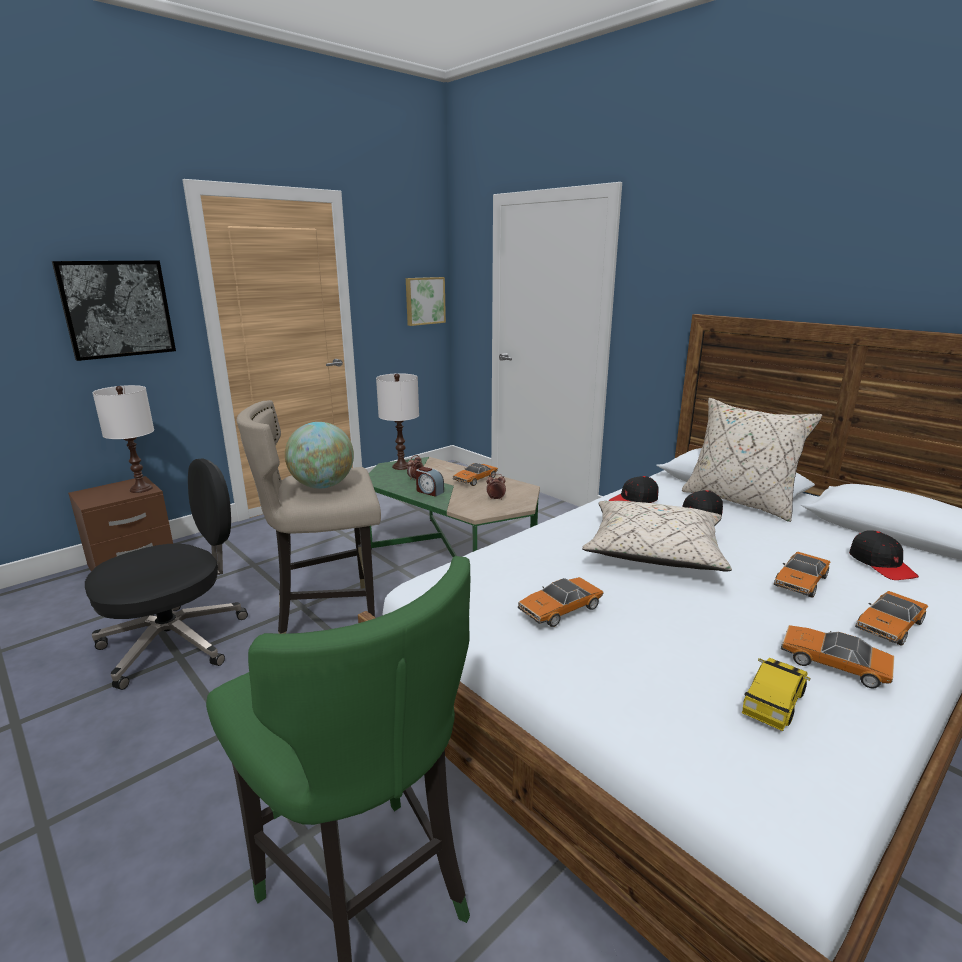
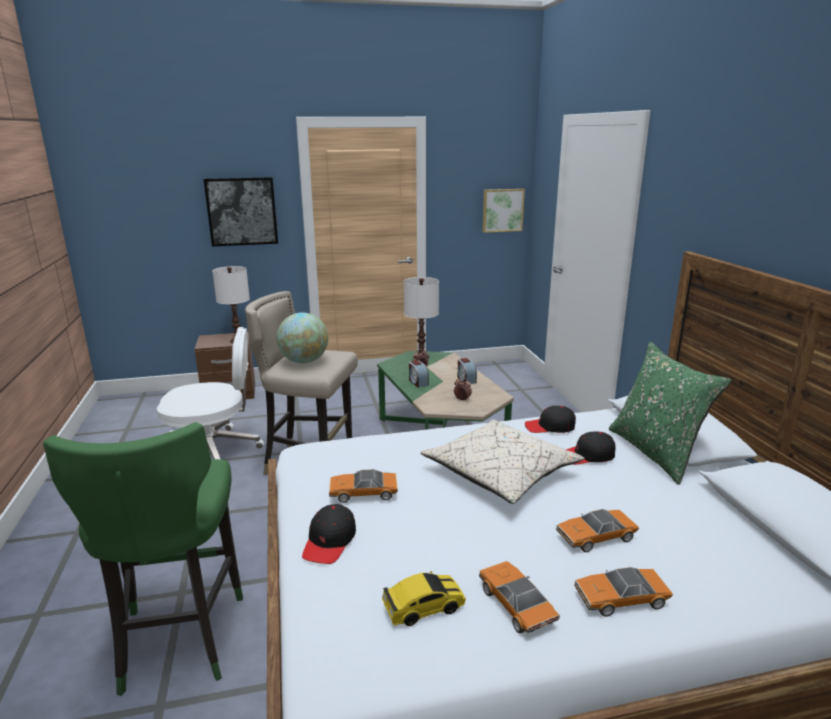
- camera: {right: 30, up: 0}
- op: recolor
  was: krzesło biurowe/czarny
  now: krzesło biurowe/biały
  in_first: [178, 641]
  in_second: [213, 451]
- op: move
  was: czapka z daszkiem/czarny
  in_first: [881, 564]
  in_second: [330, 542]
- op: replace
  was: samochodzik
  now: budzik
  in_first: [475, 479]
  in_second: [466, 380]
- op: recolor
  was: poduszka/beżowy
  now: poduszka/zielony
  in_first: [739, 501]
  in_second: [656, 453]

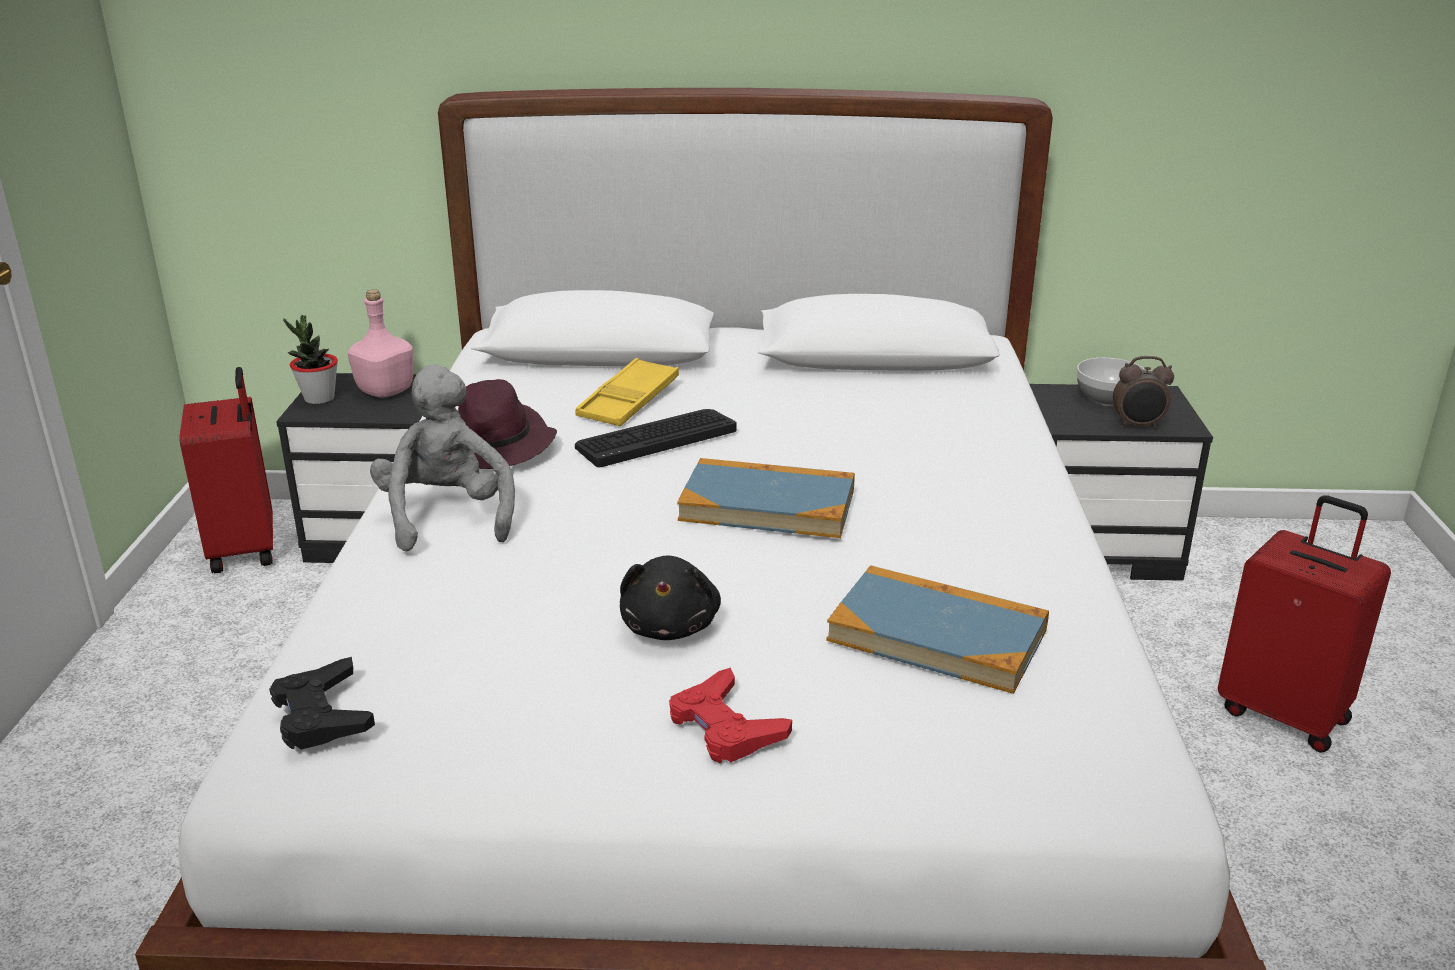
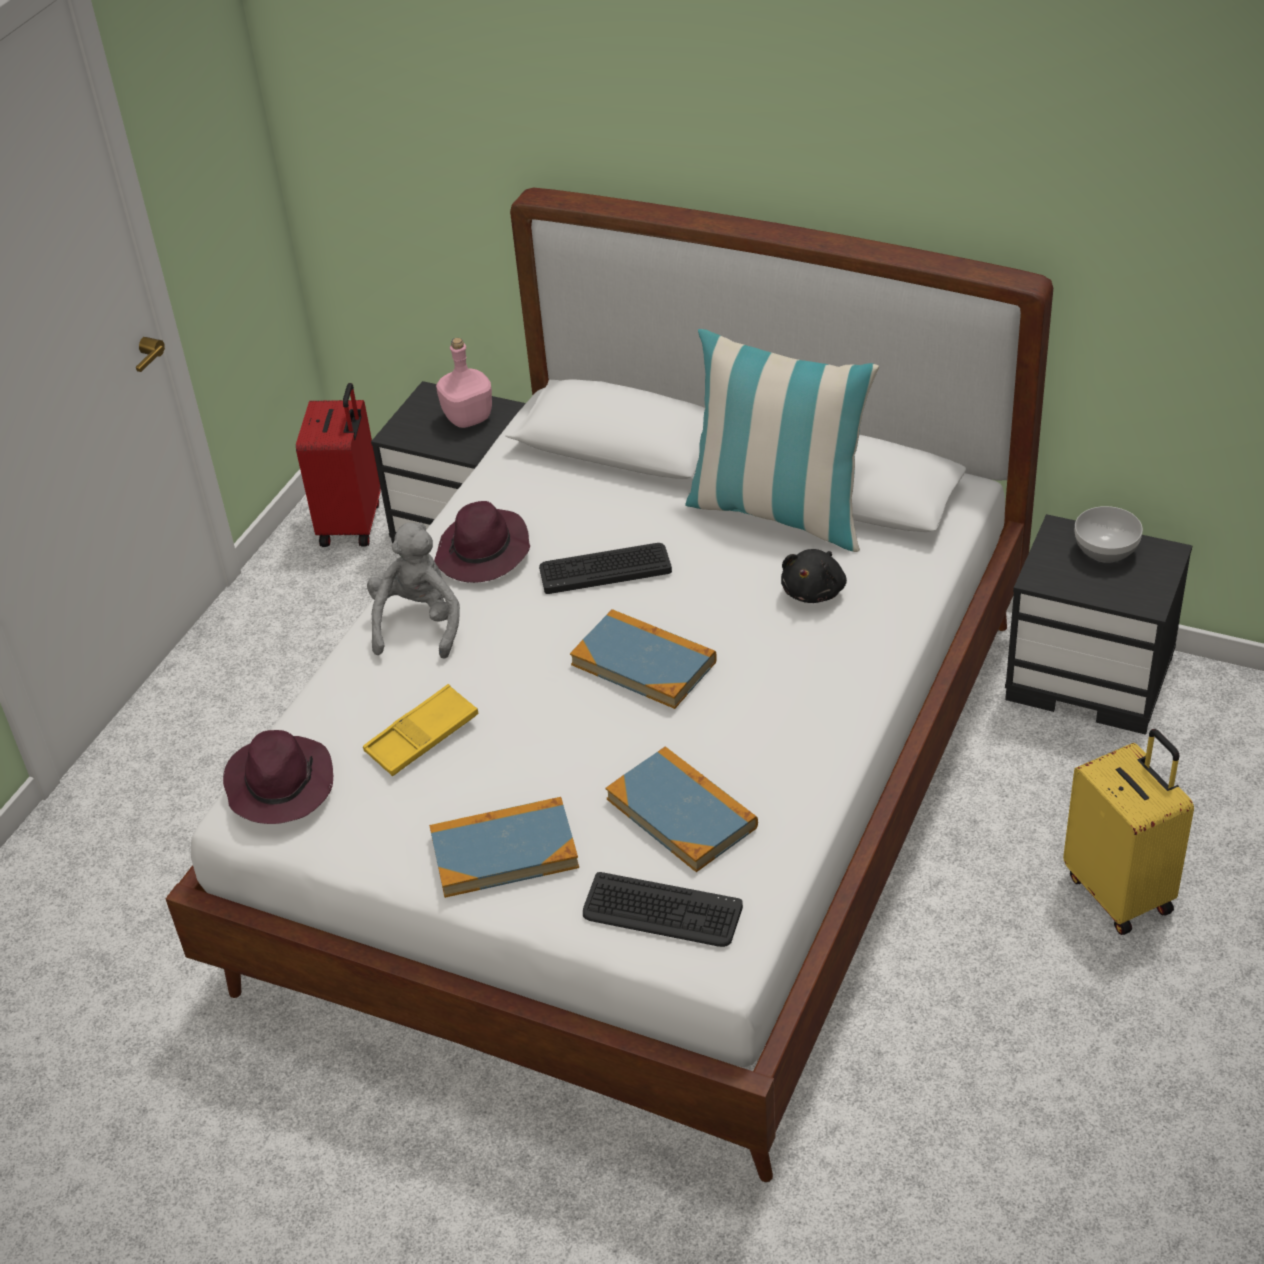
- camera: {right: 25, up: 15}
- op: replace
  was: pad do gier/czarny
  now: kapelusz/fioletowy
  in_first: [322, 714]
  in_second: [279, 784]
- op: move
  was: taca/żółty
  in_first: [629, 401]
  in_second: [422, 737]
- op: replace
  was: pad do gier/czerwony
  now: książka
  in_first: [725, 727]
  in_second: [504, 851]
- op: insert
  now: klawiatura
  in_second: [662, 912]
- op: insert
  now: poduszka
  in_second: [779, 512]
- op: move
  was: pluszak/czarny
  in_first: [670, 626]
  in_second: [815, 591]
- op: recolor
  was: walizka/czerwony
  now: walizka/żółty
  in_first: [1284, 714]
  in_second: [1121, 892]
- op: delete
  was: roślina doniczkowa
  in_first: [319, 398]
- op: delete
  was: budzik
  in_first: [1137, 426]

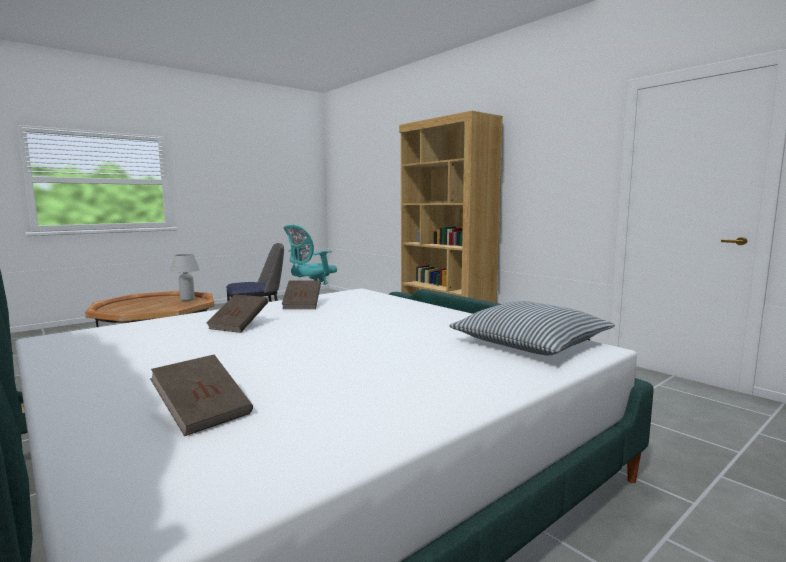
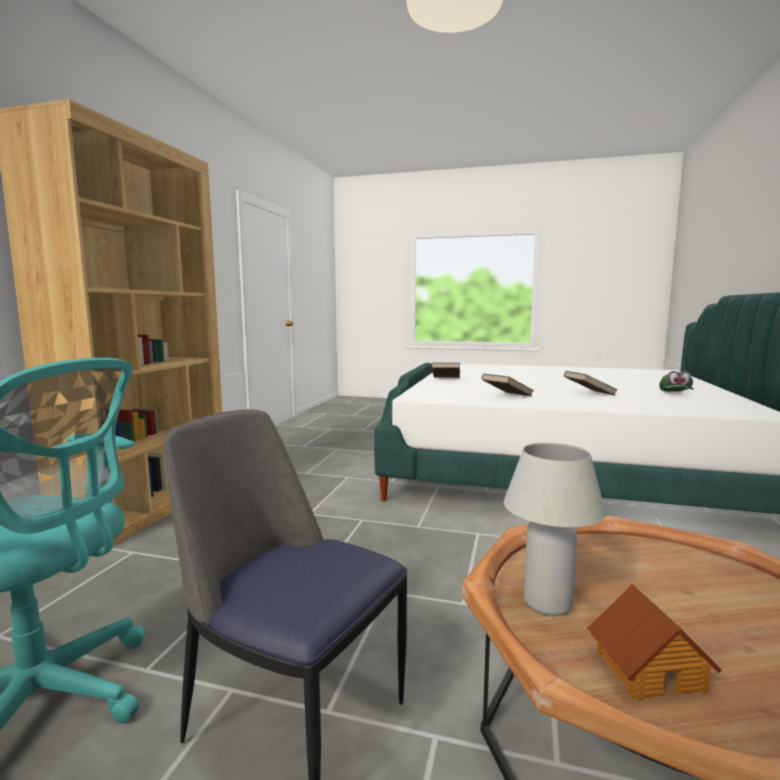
- camera: {right: -125, up: 0}
- op: move
  was: książka/brązowy
  in_first: [203, 413]
  in_second: [445, 379]
- op: insert
  now: domek
  in_second: [648, 669]
- op: insert
  now: czapka z daszkiem/zielony
  in_second: [675, 394]
- op: delete
  was: poduszka
  in_first: [530, 343]

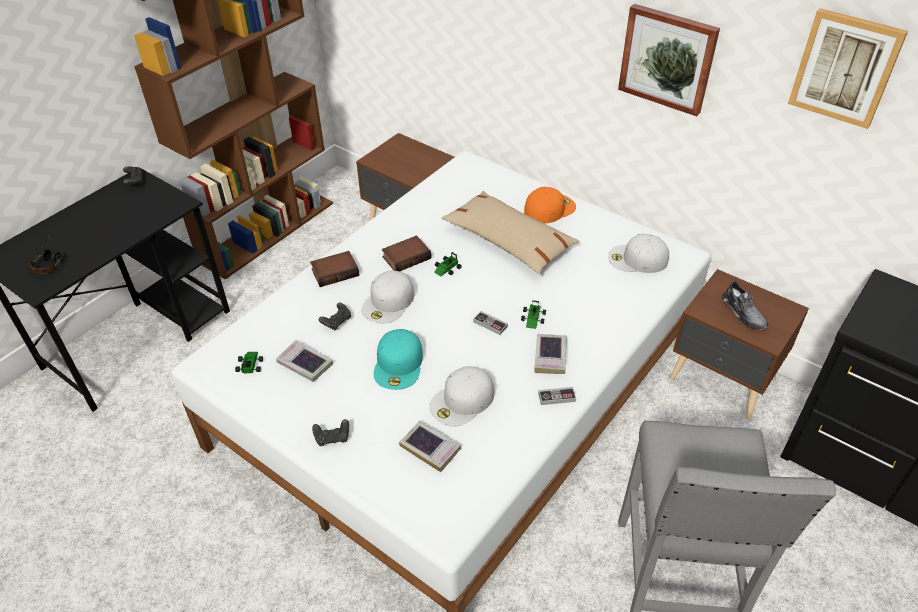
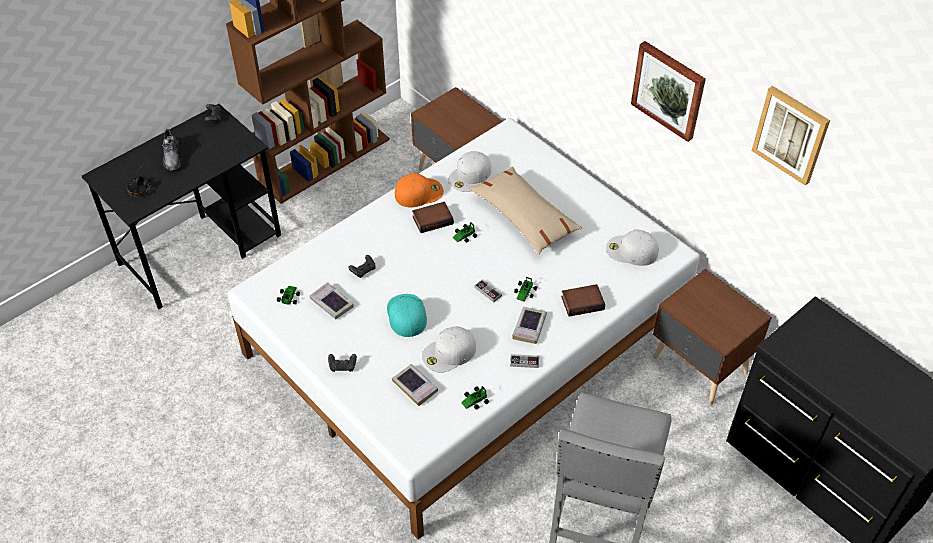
- camera: {right: 10, up: 5}
- op: move
  was: but/szary
  in_first: [743, 313]
  in_second: [172, 156]
- op: rotate
  was: czapka z daszkiem/turkusowy
  in_first: [399, 364]
  in_second: [406, 315]
  clockwise: 150
- op: move
  was: czapka z daszkiem/pomarańczowy
  in_first: [549, 208]
  in_second: [419, 192]
- op: move
  was: czapka z daszkiem/biały
  in_first: [389, 302]
  in_second: [470, 176]
- op: insert
  now: samochodzik
  in_second: [474, 400]
- op: move
  was: książka
  in_first: [335, 271]
  in_second: [582, 302]

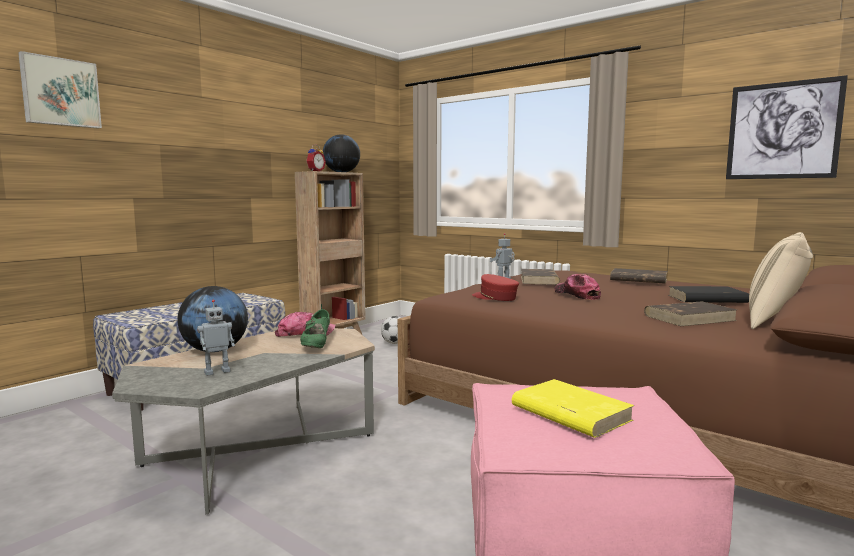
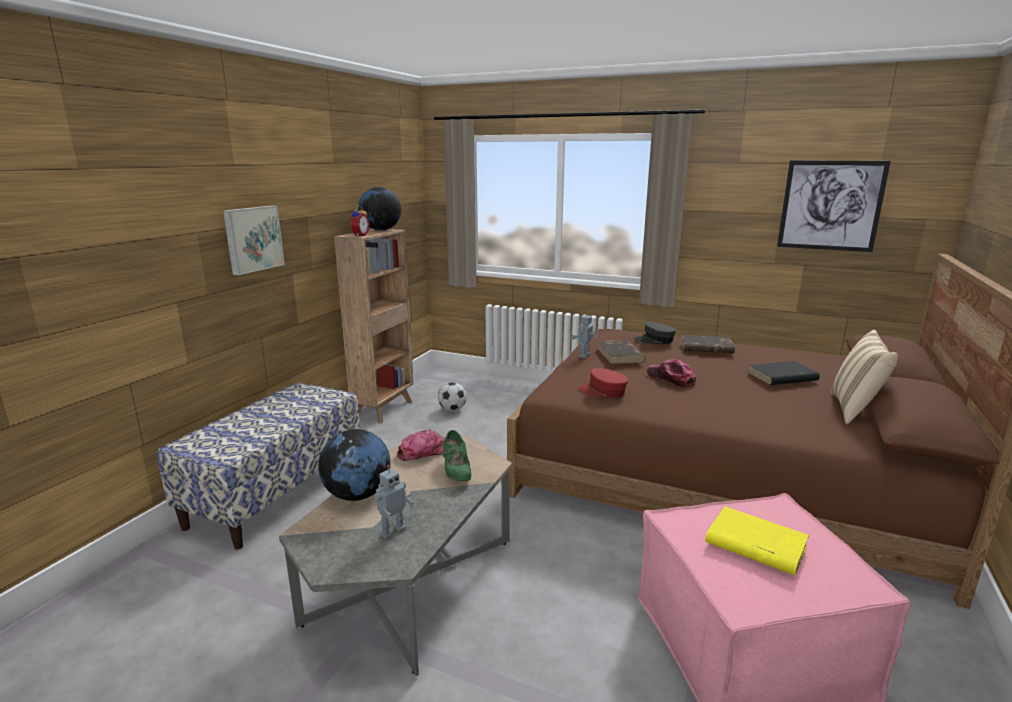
- camera: {right: -15, up: 10}
- op: move
  was: obraz
  in_first: [60, 92]
  in_second: [252, 239]
- op: insert
  now: czapka z daszkiem/szary
  in_second: [655, 340]
- op: delete
  was: książka/brązowy
  in_first: [690, 318]

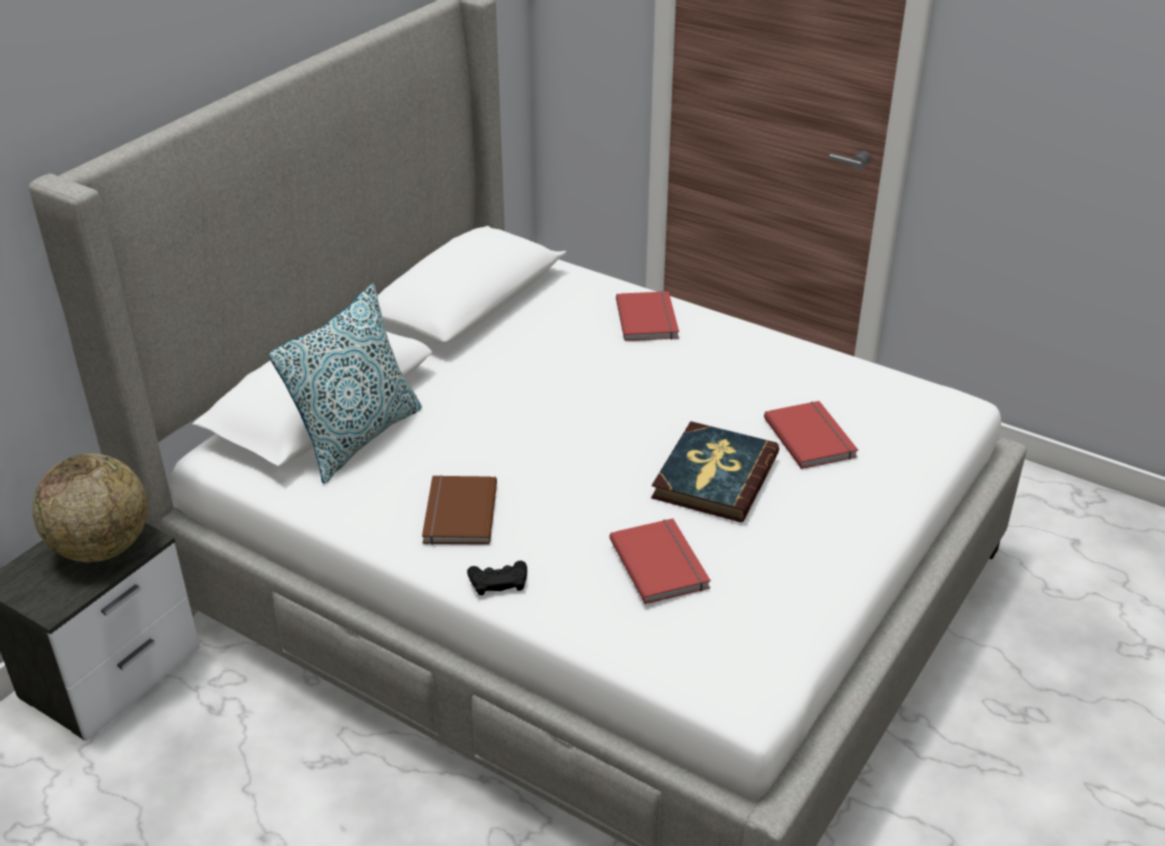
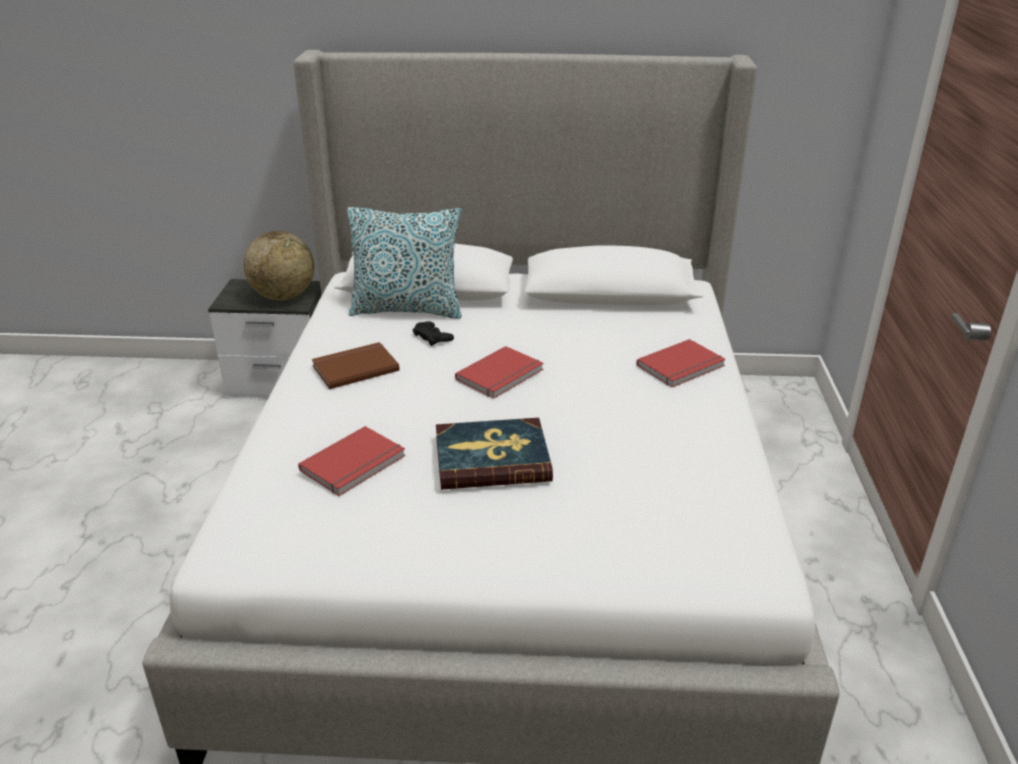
- camera: {right: 60, up: -5}
- op: move
  was: pad do gier/czarny
  in_first: [498, 581]
  in_second: [432, 337]
- op: move
  was: książka/czerwony
  in_first: [812, 437]
  in_second: [502, 375]

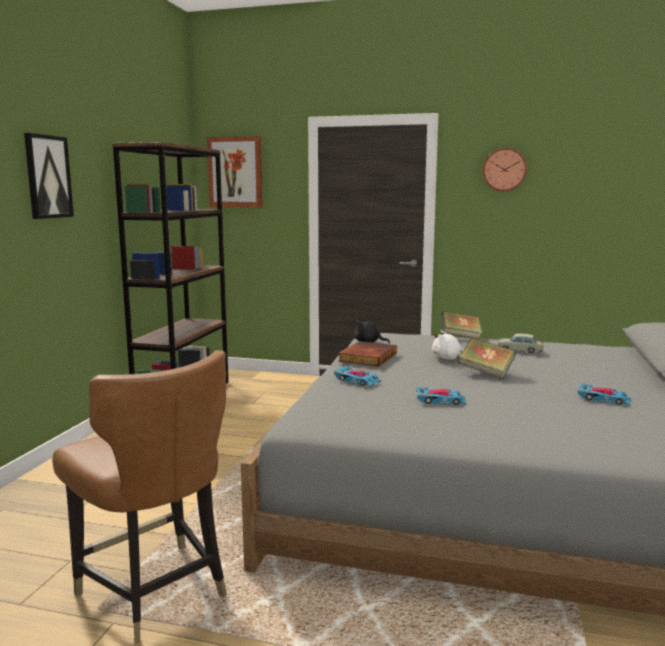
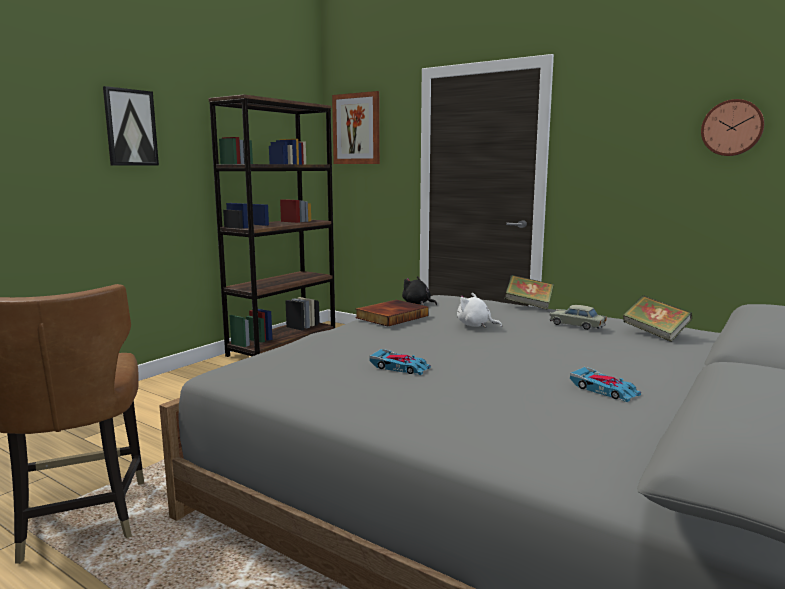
- camera: {right: 20, up: 0}
- op: move
  was: książka
  in_first: [486, 372]
  in_second: [655, 334]
- op: move
  was: zegar ścienny
  in_first: [504, 169]
  in_second: [732, 128]
- op: delete
  was: samochodzik
  in_first: [357, 380]

